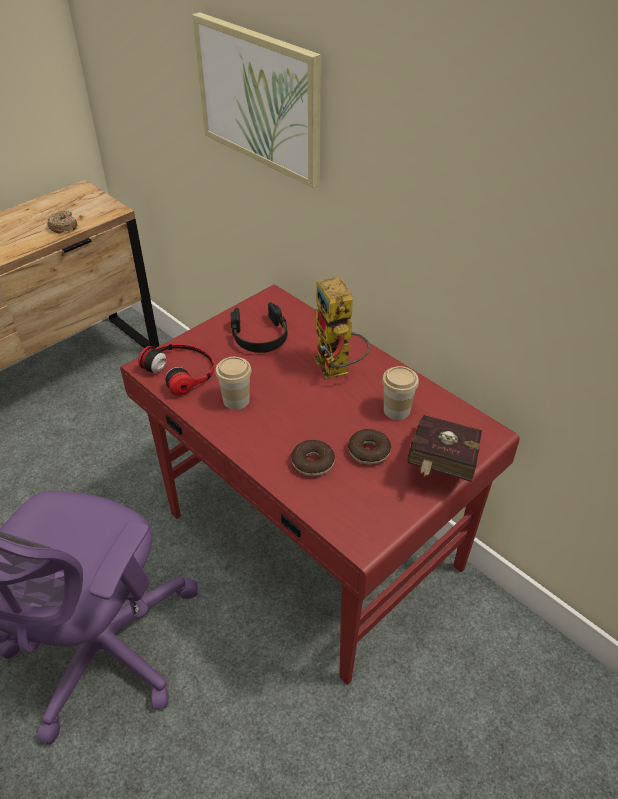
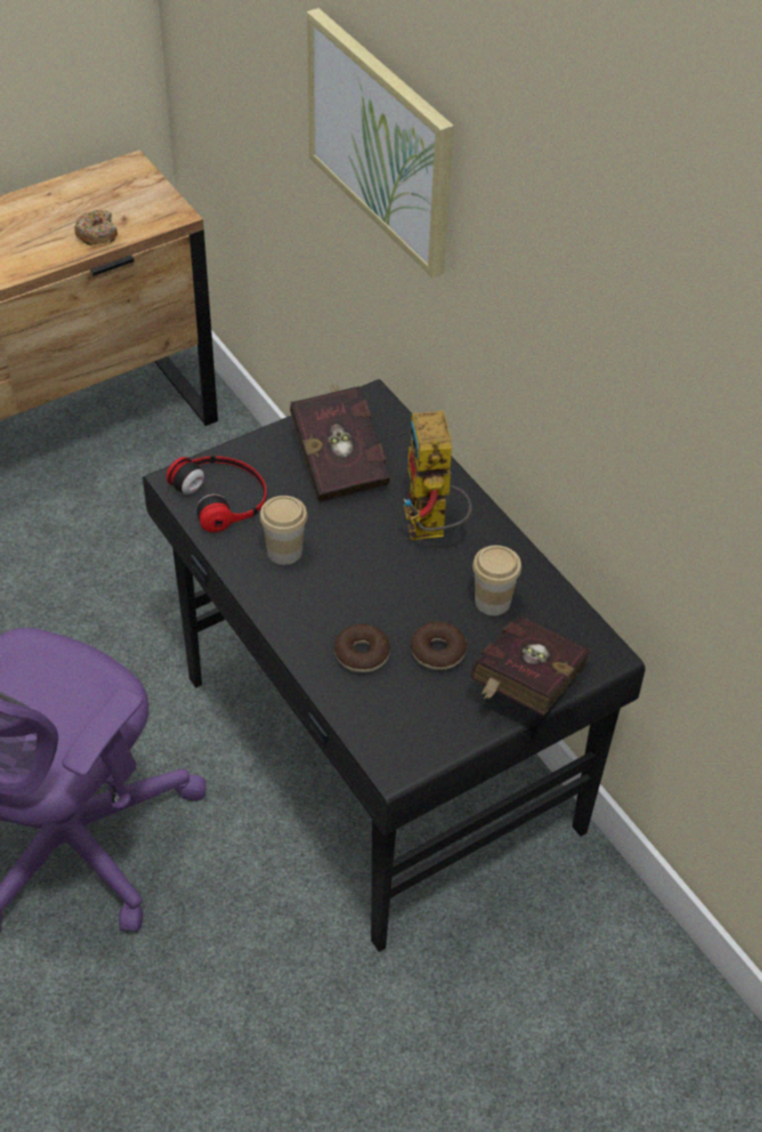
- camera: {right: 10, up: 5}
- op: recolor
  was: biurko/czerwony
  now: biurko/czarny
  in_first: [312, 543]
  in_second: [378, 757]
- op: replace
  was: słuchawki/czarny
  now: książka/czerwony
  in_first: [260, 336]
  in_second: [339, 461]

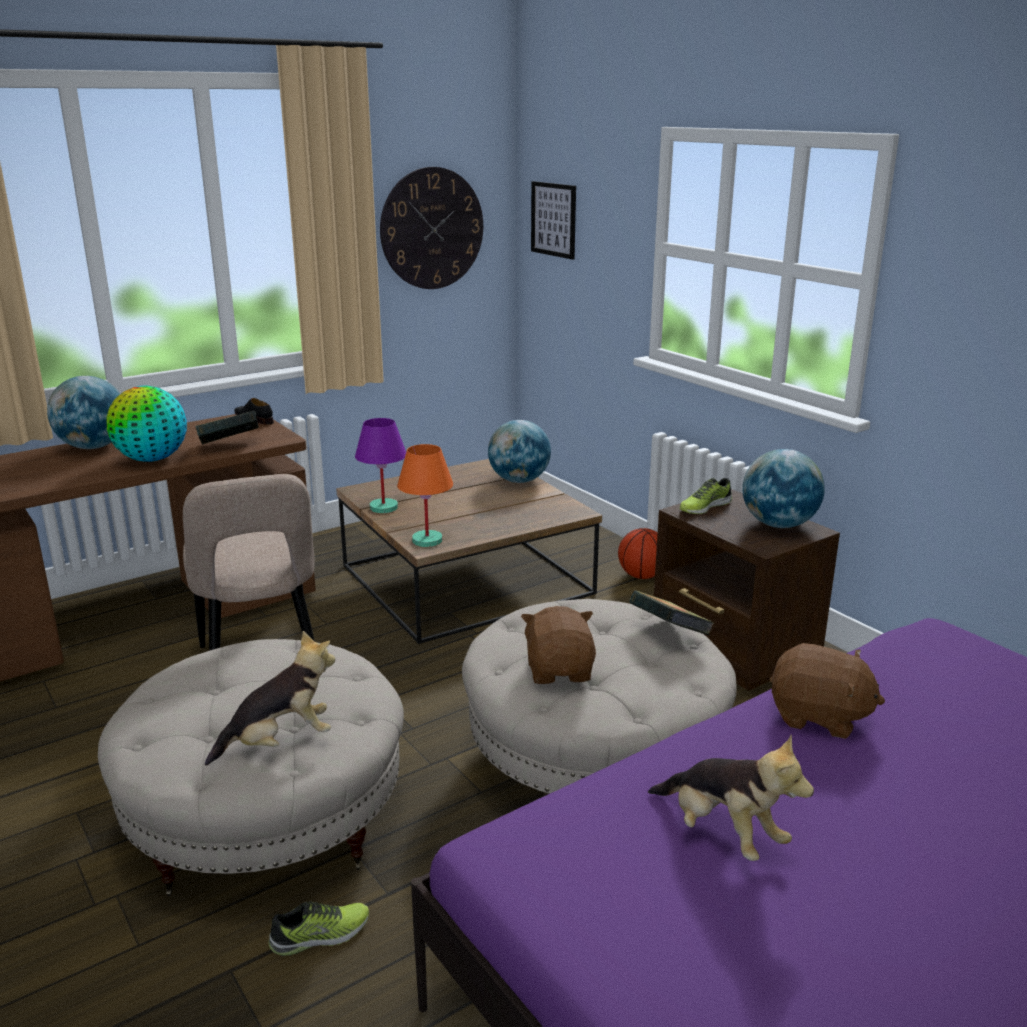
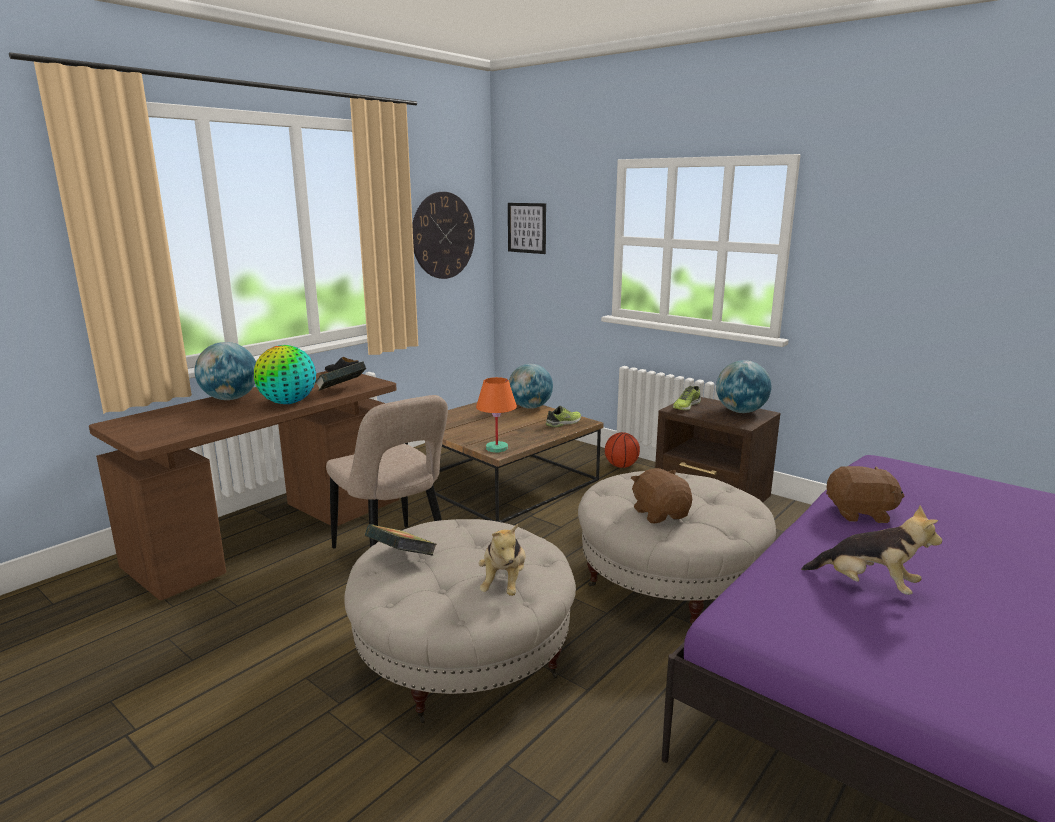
- camera: {right: -15, up: -5}
- op: move
  was: książka
  in_first: [669, 634]
  in_second: [401, 558]
- op: rotate
  was: pluszak
  in_first: [280, 742]
  in_second: [504, 583]
  clockwise: 135
- op: move
  was: but
  in_first: [320, 936]
  in_second: [564, 423]
- op: delete
  was: lampa stołowa/fioletowy
  in_first: [384, 507]

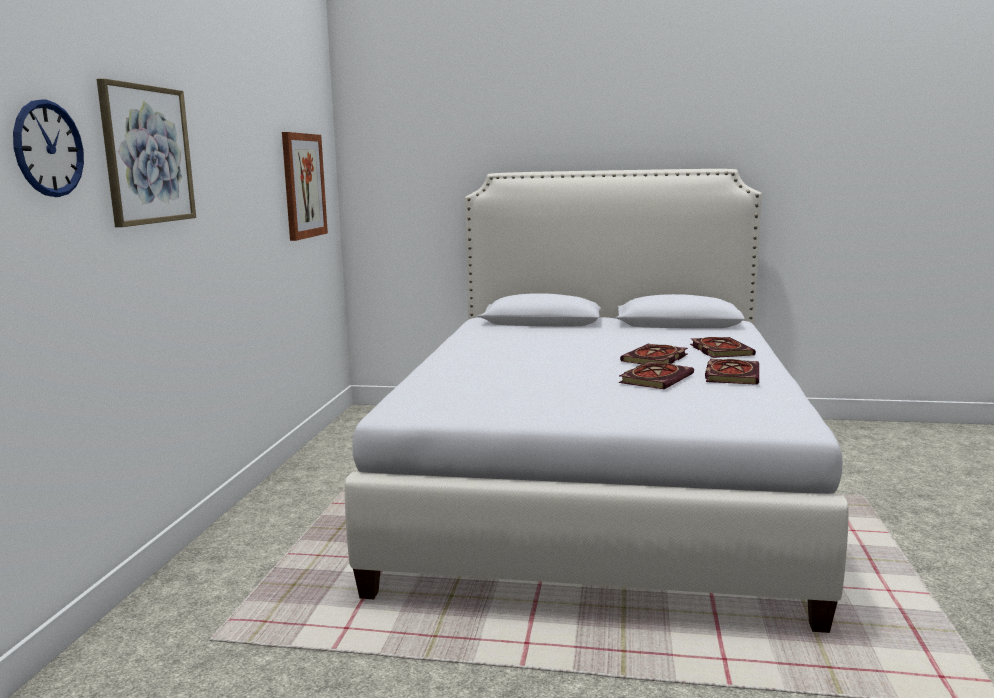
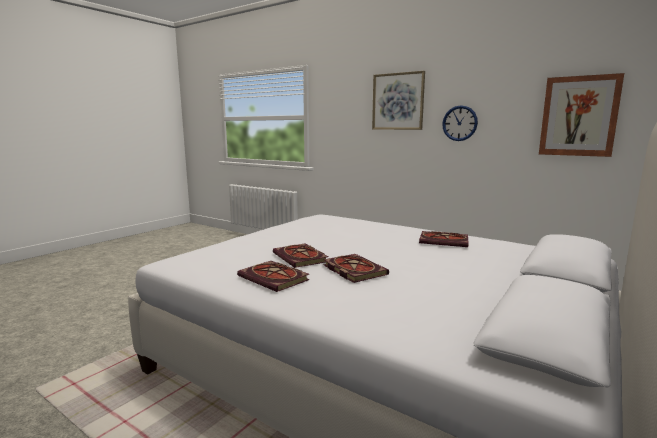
- camera: {right: 115, up: 0}
- op: move
  was: książka
  in_first: [719, 350]
  in_second: [445, 241]
- op: move
  was: zegar ścienny
  in_first: [48, 148]
  in_second: [459, 123]

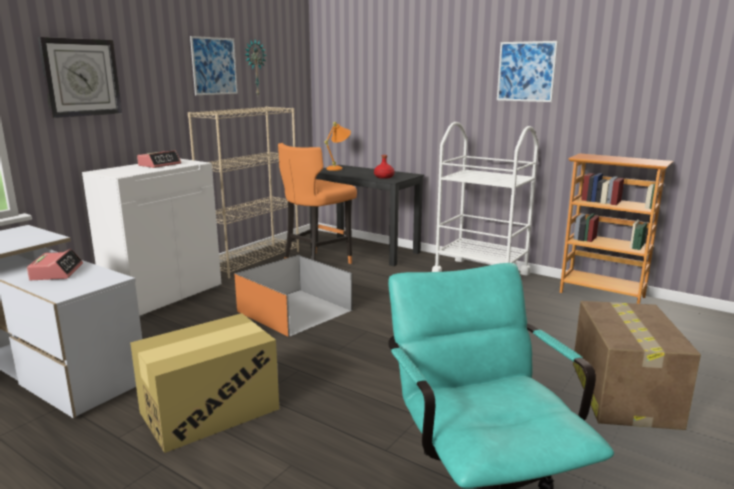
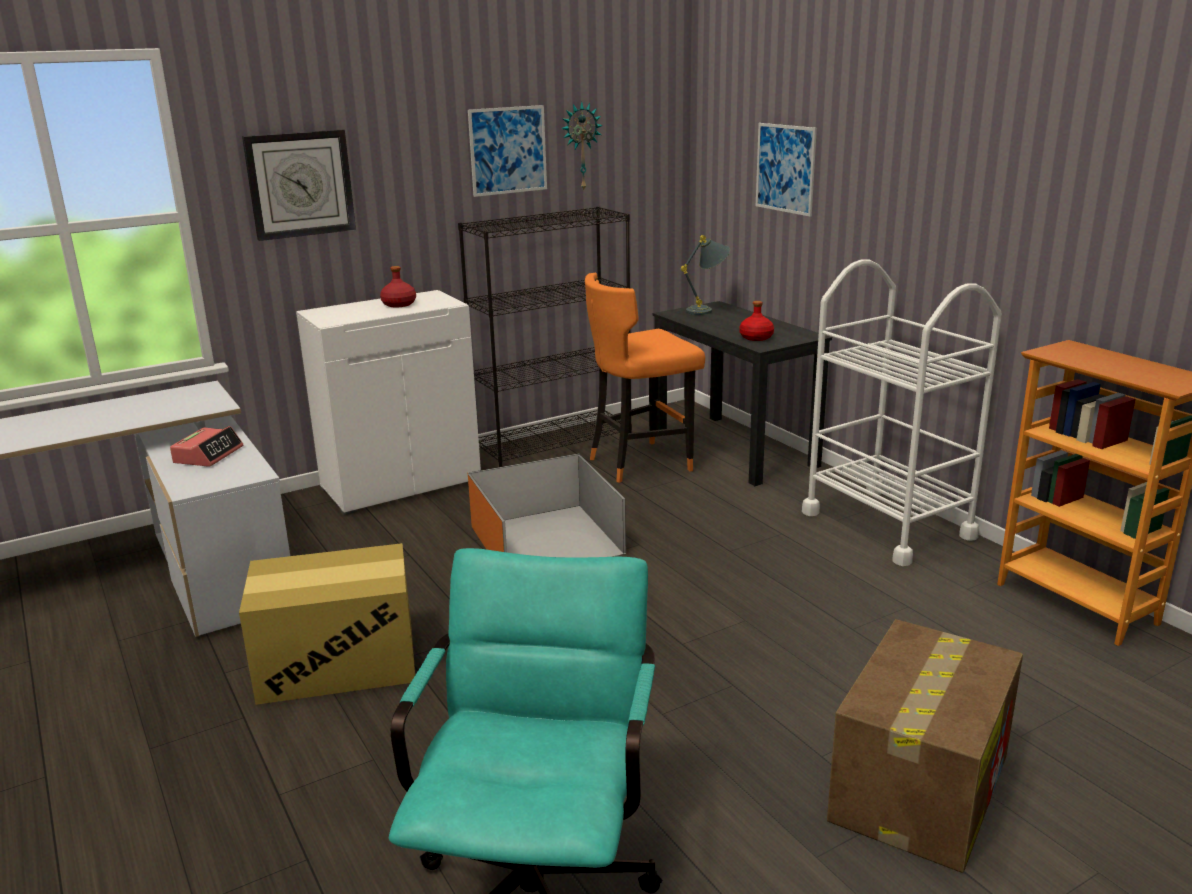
- camera: {right: 25, up: 5}
- op: replace
  was: budzik
  now: butelka/czerwony
  in_first: [159, 165]
  in_second: [399, 304]
- op: recolor
  was: regał/beżowy
  now: regał/czarny
  in_first: [253, 260]
  in_second: [554, 443]
- op: recolor
  was: lampa stołowa/pomarańczowy
  now: lampa stołowa/szary
  in_first: [338, 168]
  in_second: [707, 310]
- op: move
  was: obraz
  in_first: [526, 71]
  in_second: [785, 168]

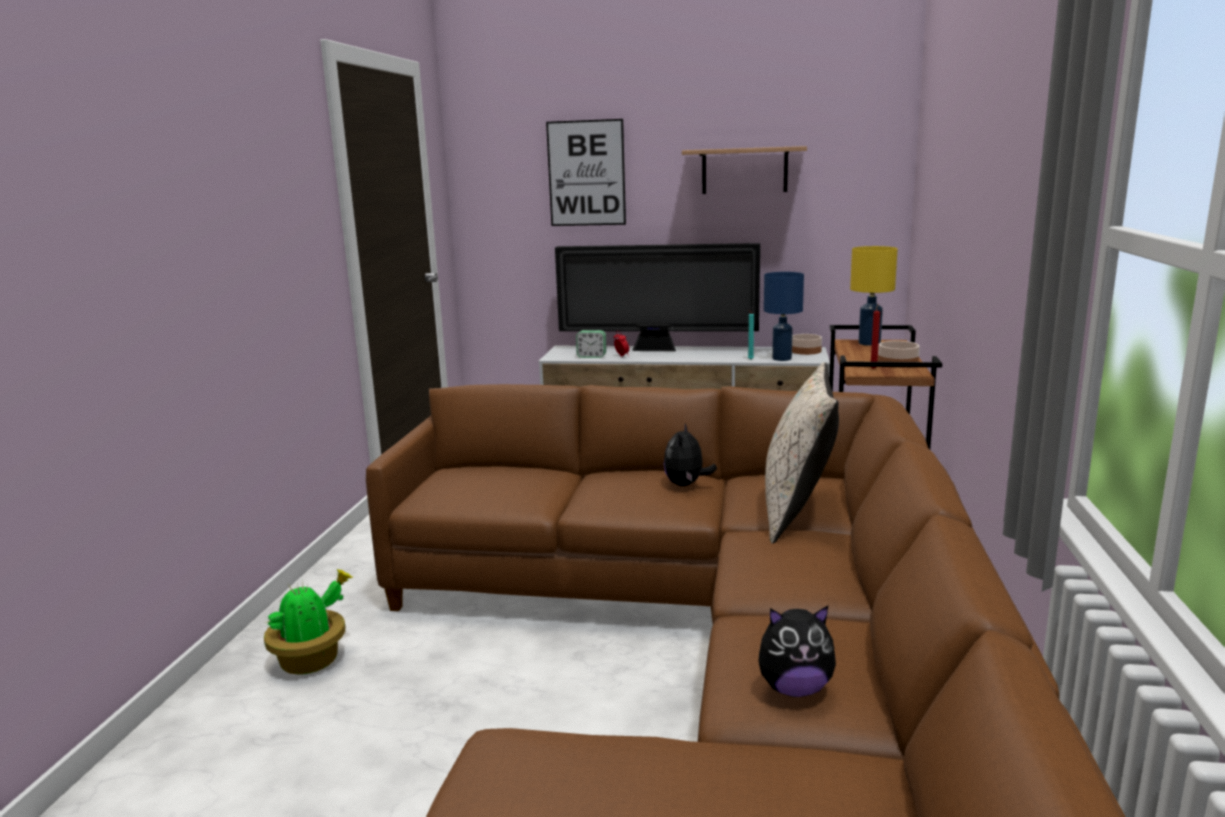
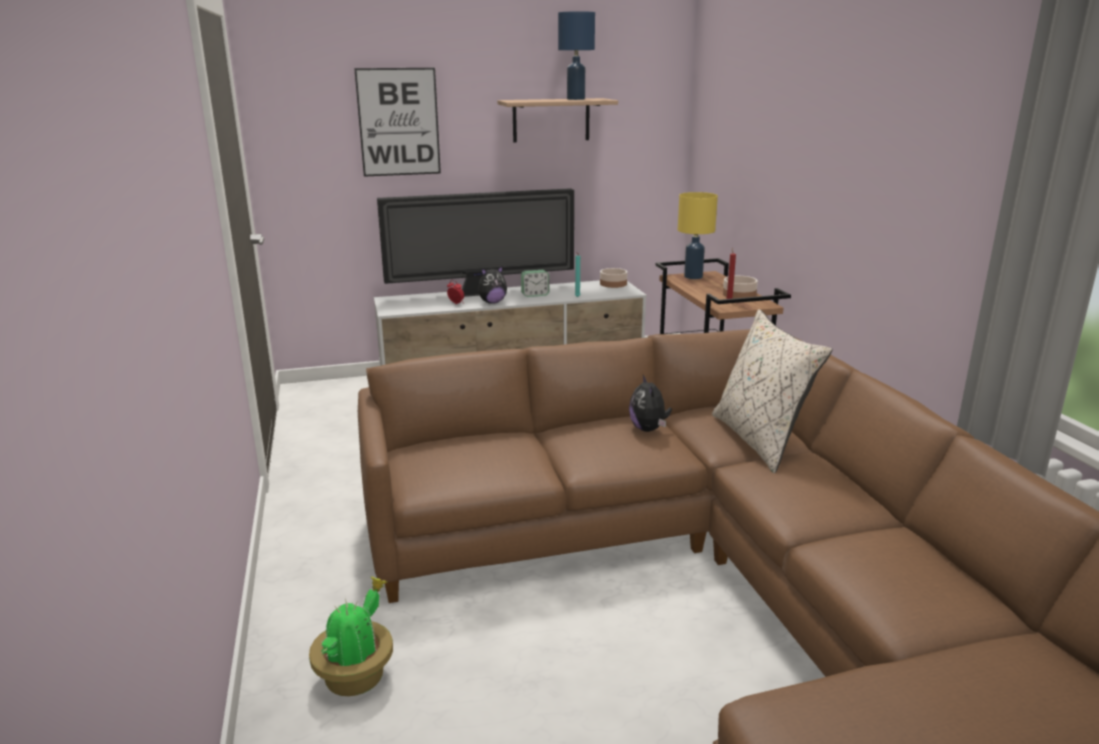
- camera: {right: -25, up: 5}
- op: move
  was: pluszak
  in_first: [794, 689]
  in_second: [492, 302]
- op: move
  was: budzik
  in_first: [591, 356]
  in_second: [535, 295]
- op: move
  was: lampa stołowa/niebieski
  in_first: [781, 359]
  in_second: [575, 99]

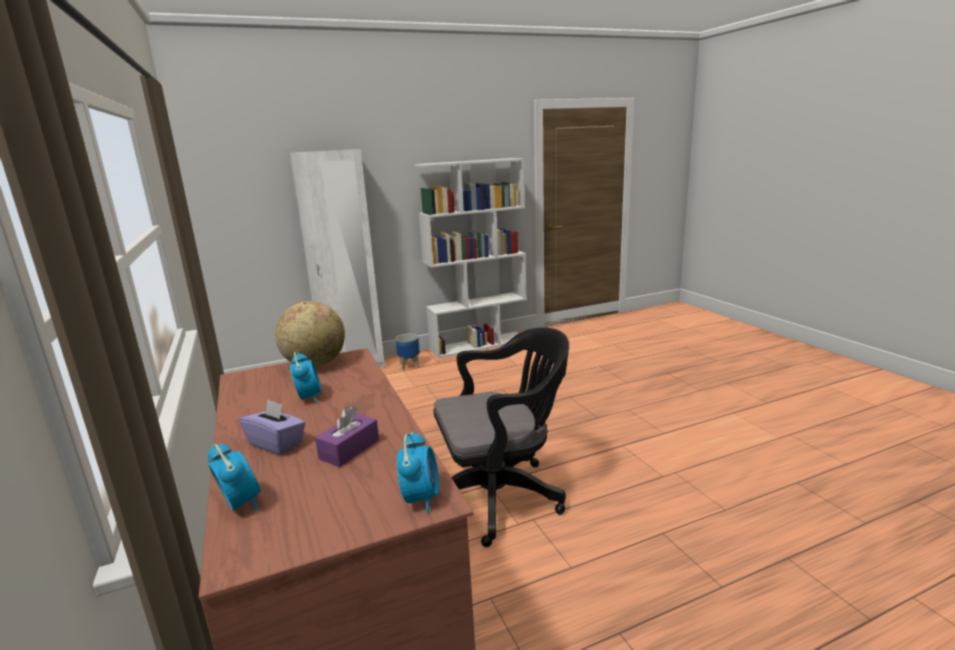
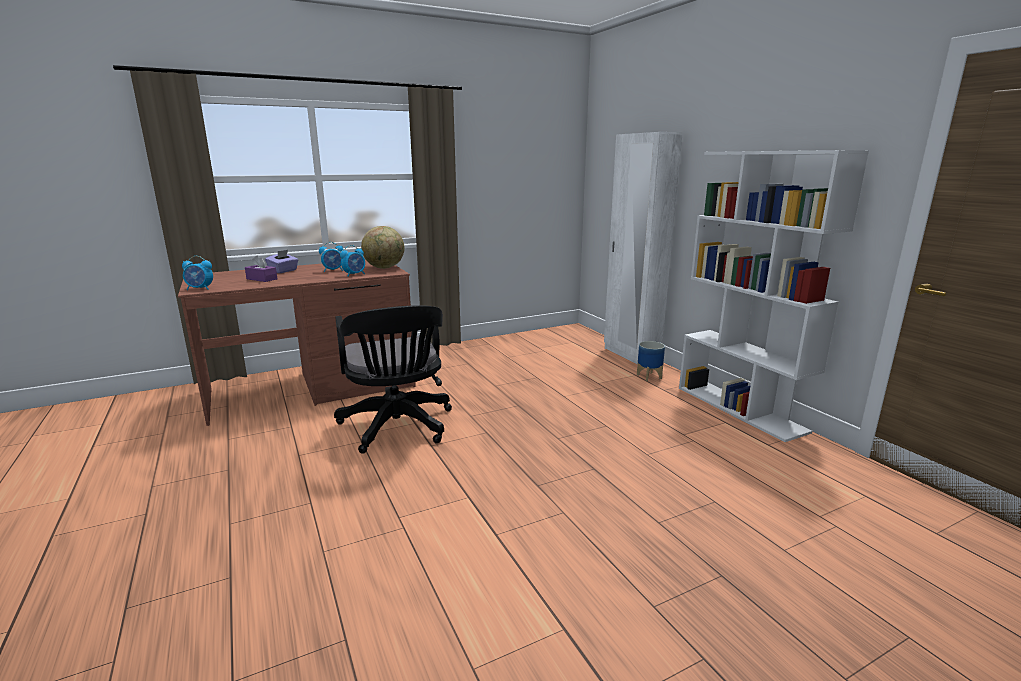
- camera: {right: 85, up: 0}
- op: move
  was: budzik
  in_first: [240, 504]
  in_second: [354, 274]

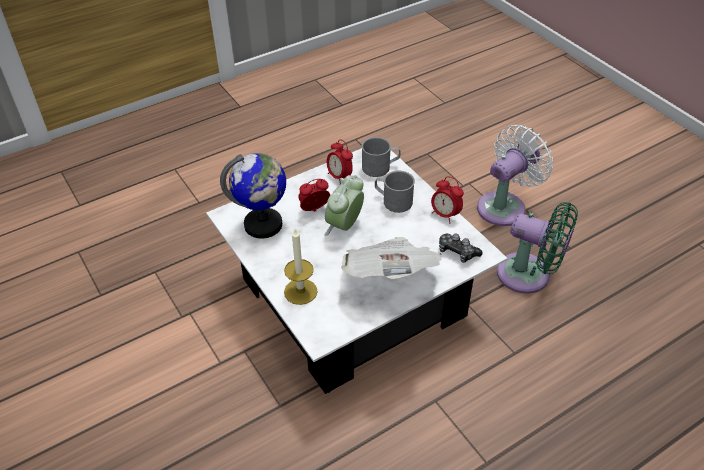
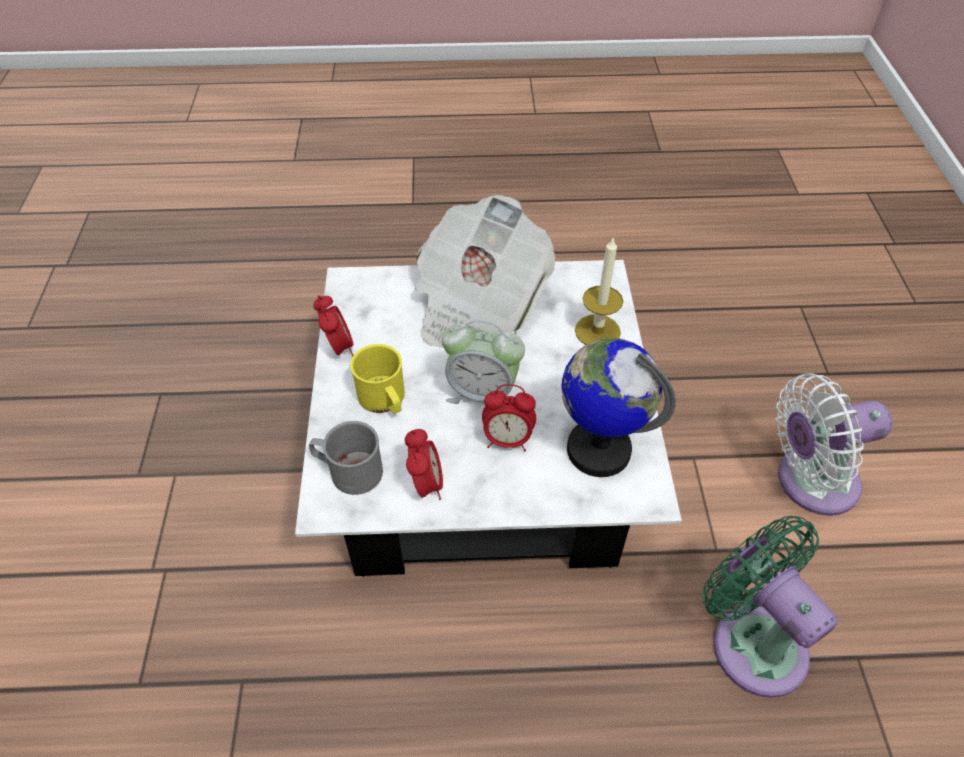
- camera: {right: -150, up: 5}
- op: recolor
  was: kubek/szary
  now: kubek/żółty
  in_first: [393, 201]
  in_second: [384, 400]
- op: rotate
  was: budzik
  in_first: [344, 226]
  in_second: [482, 393]
  clockwise: 45
- op: move
  was: wentylator/zielony
  in_first: [529, 276]
  in_second: [752, 640]
- op: move
  was: wentylator/biały
  in_first: [504, 206]
  in_second: [809, 482]
- op: delete
  was: pad do gier
  in_first: [457, 252]

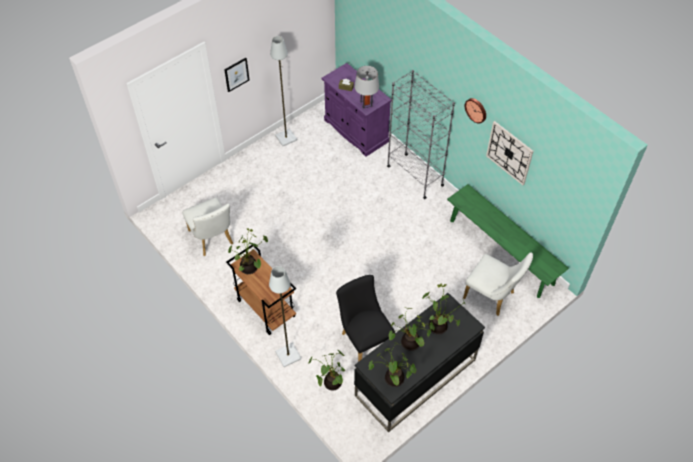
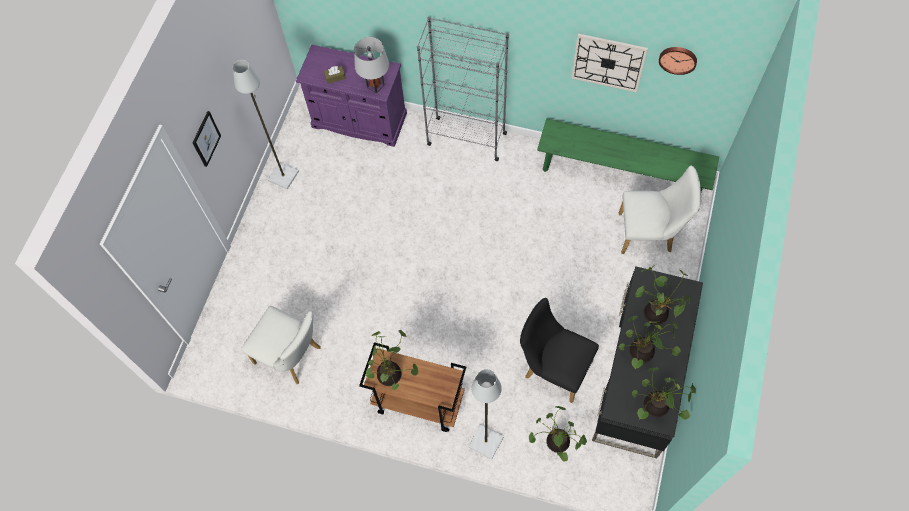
- camera: {right: -30, up: 10}
- op: move
  was: zegar ścienny
  in_first: [476, 110]
  in_second: [678, 59]

